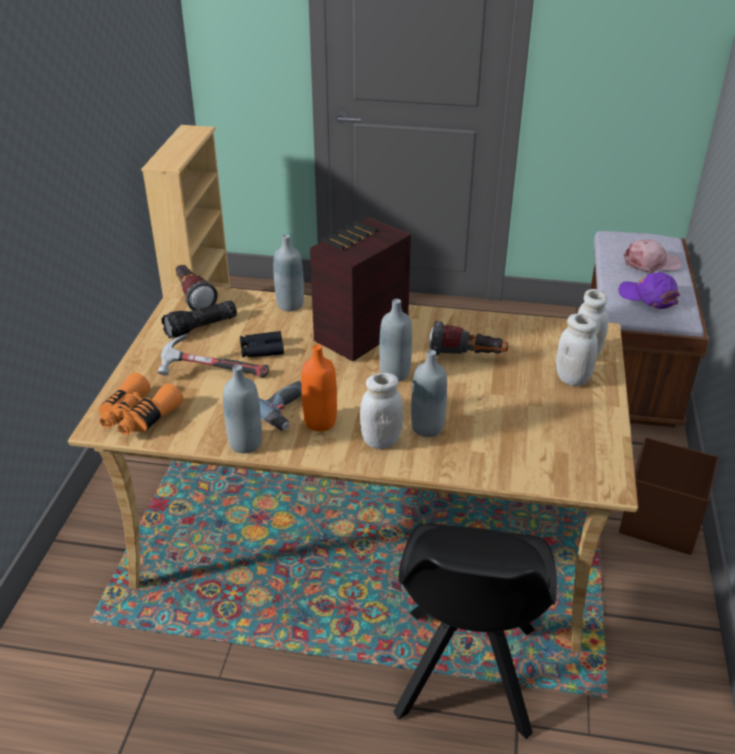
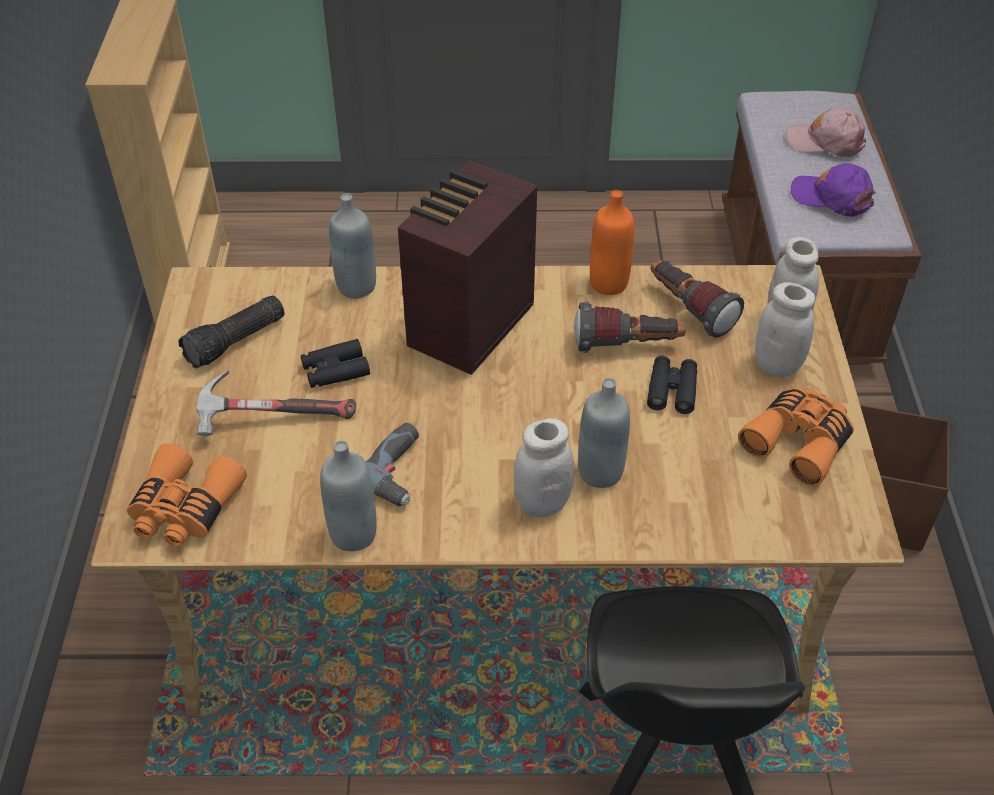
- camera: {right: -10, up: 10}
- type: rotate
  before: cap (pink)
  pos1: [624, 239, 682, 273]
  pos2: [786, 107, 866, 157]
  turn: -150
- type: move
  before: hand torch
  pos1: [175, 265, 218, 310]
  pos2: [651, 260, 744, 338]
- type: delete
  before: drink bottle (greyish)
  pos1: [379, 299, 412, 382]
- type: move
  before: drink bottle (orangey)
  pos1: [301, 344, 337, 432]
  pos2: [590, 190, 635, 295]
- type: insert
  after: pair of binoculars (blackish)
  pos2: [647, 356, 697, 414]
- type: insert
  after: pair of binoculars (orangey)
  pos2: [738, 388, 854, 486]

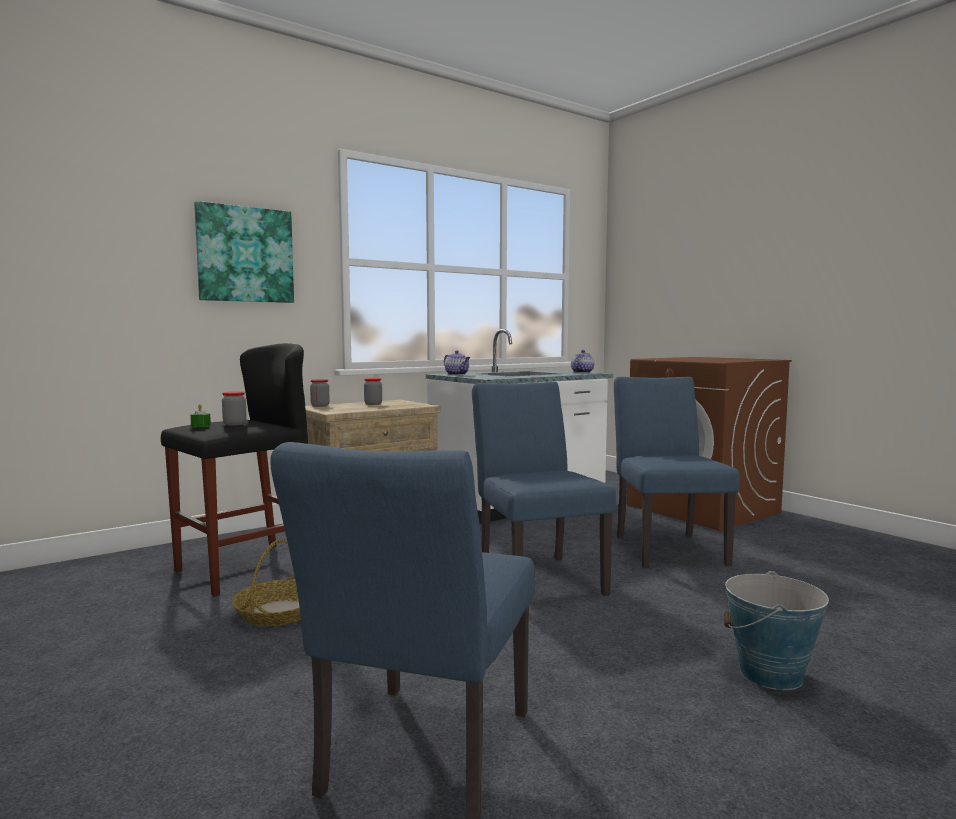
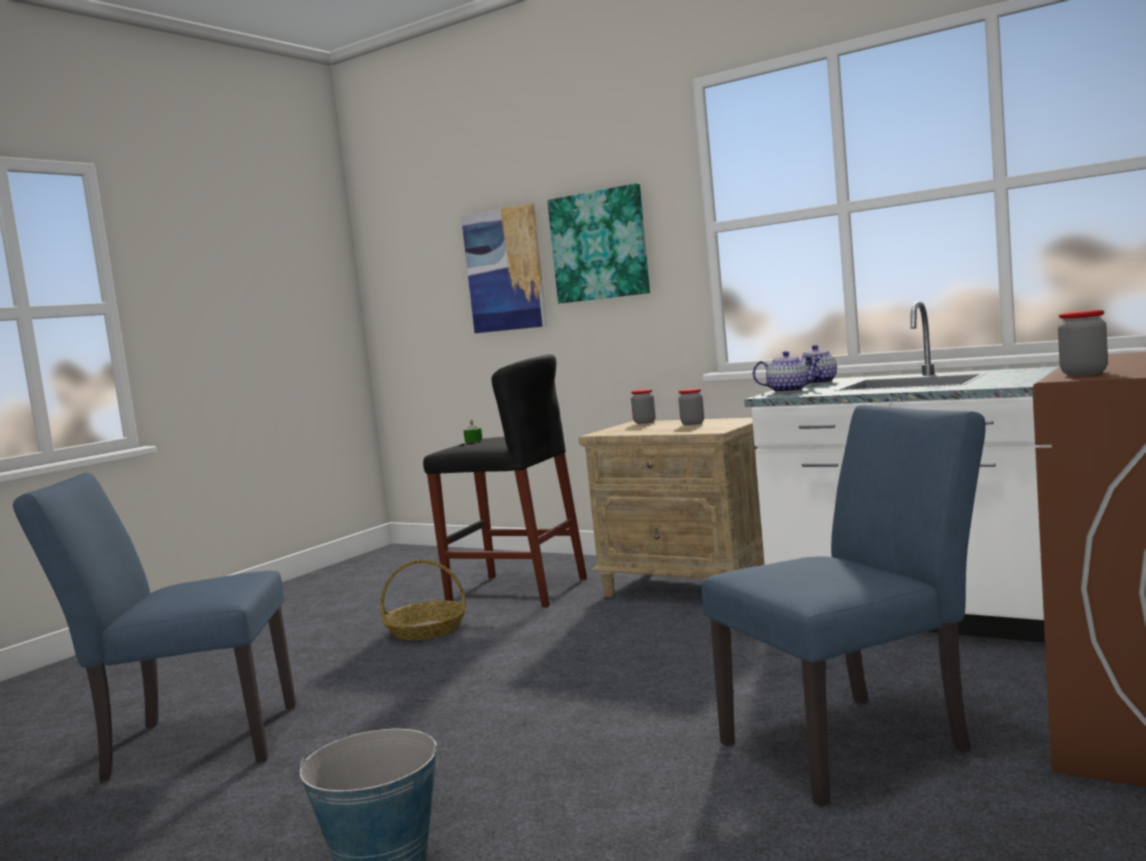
- camera: {right: 70, up: 0}
- type: move
  before: pot for tea
  pos1: [571, 350, 594, 373]
  pos2: [753, 351, 820, 393]
- type: delete
  before: plain chair (bluish)
  pos1: [472, 382, 616, 596]
- type: move
  before: storage jar
  pos1: [222, 391, 247, 426]
  pos2: [1058, 309, 1108, 376]
- type: insert
  after: picture
  pos2: [461, 203, 547, 333]

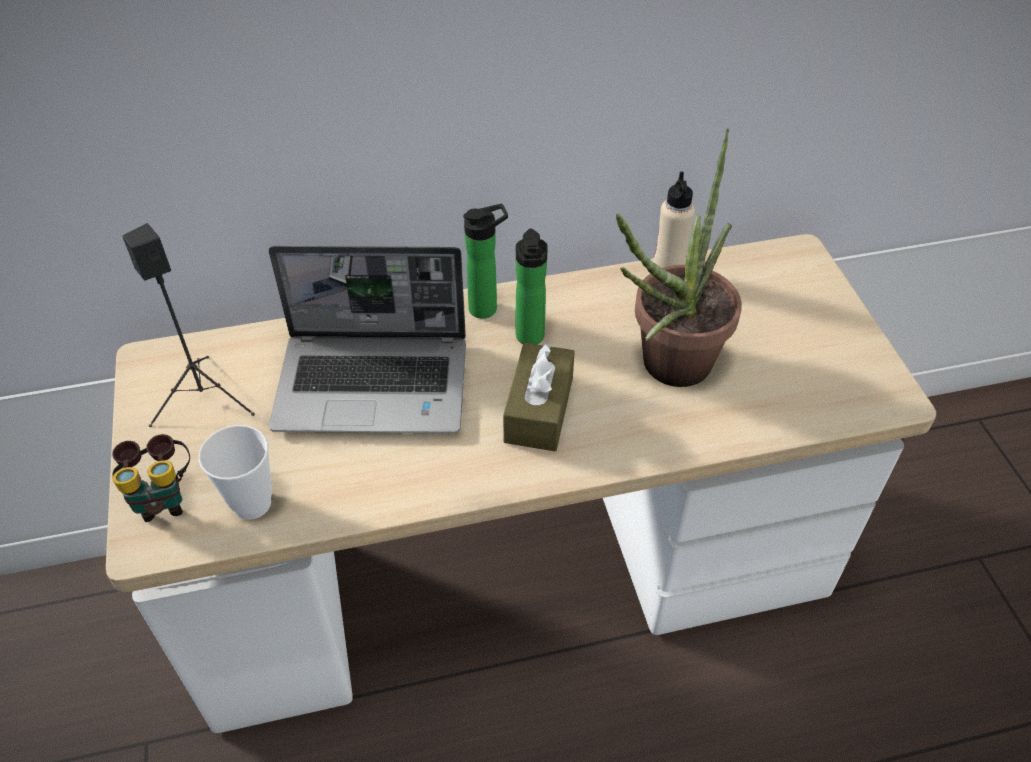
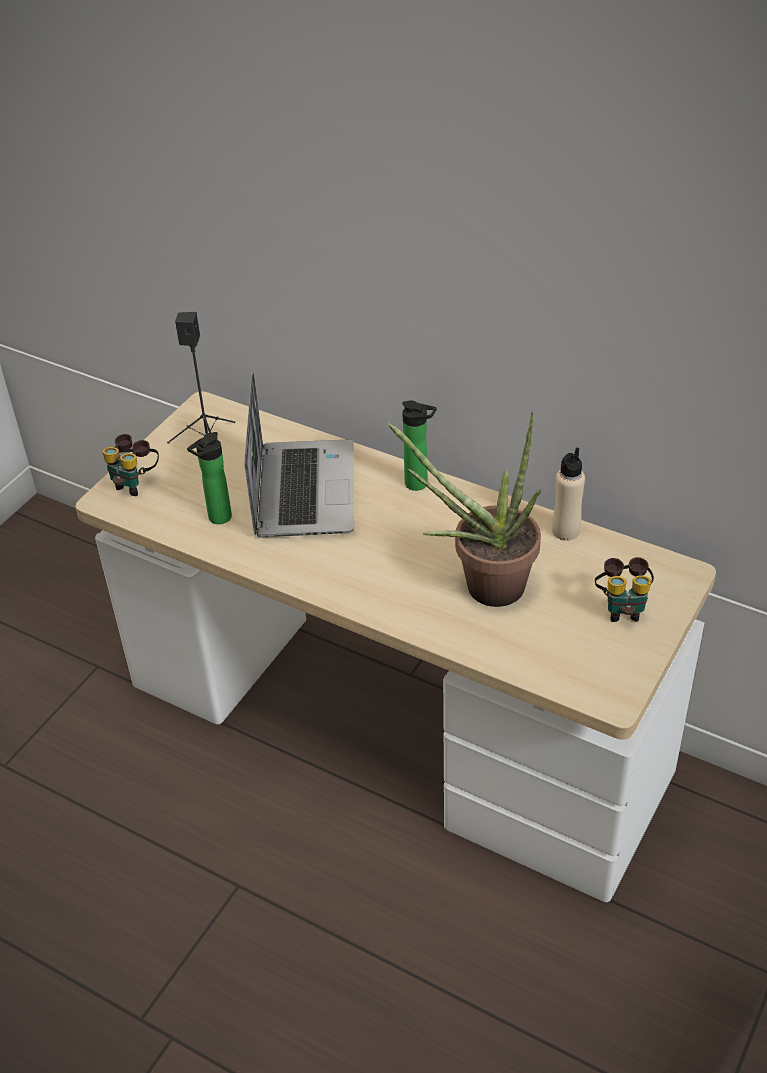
- camera: {right: 45, up: -5}
- type: move
  before: drink bottle
  pos1: [516, 228, 548, 344]
  pos2: [187, 432, 232, 524]
- type: rotate
  before: portable computer
  pos1: [269, 246, 466, 434]
  pos2: [244, 374, 354, 538]
  turn: -135
- type: delete
  before: tissue holder (brownish)
  pos1: [503, 343, 575, 451]
- type: delete
  before: drinking cup
  pos1: [198, 425, 272, 520]
- type: insert
  after: pair of binoculars
  pos2: [595, 557, 654, 622]

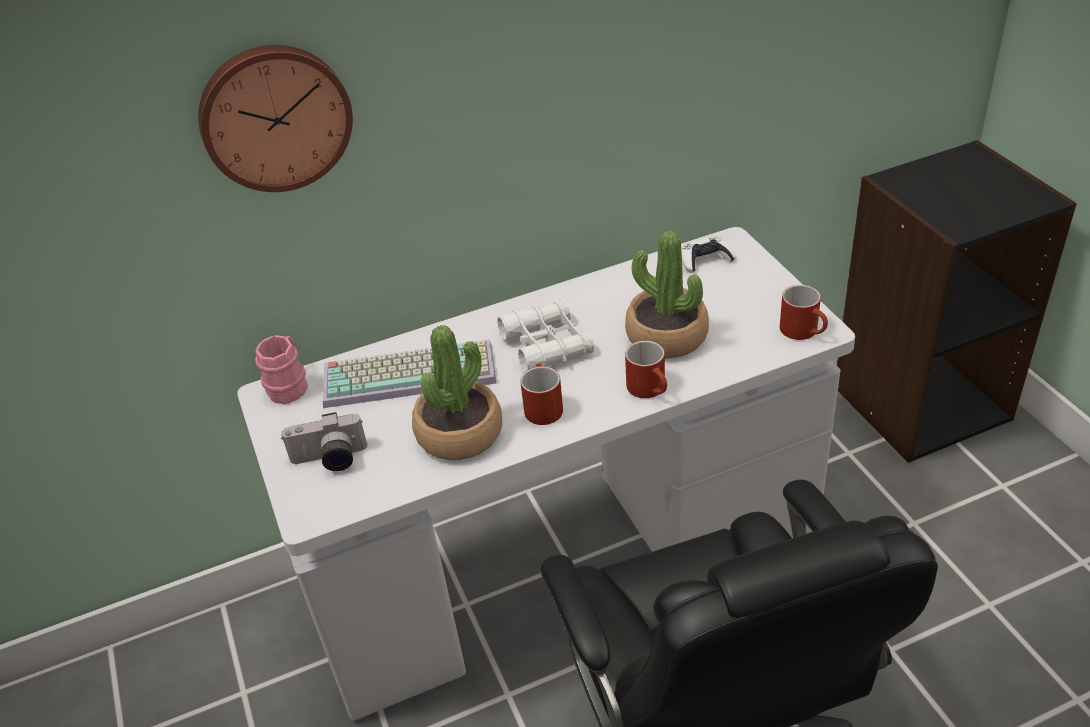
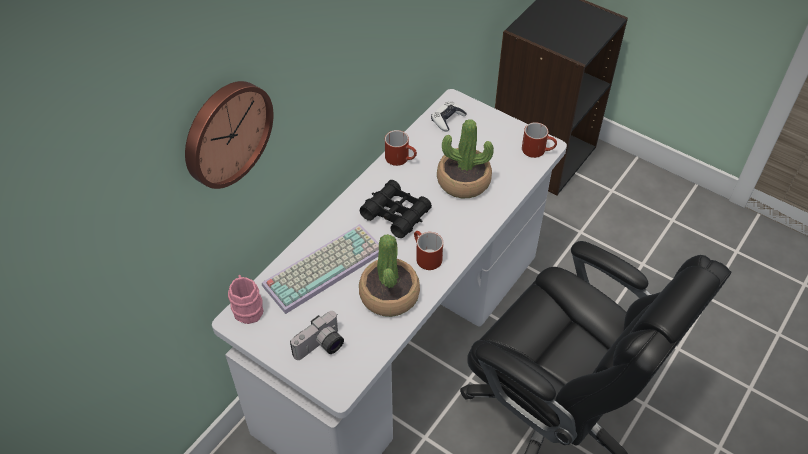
- camera: {right: -35, up: 10}
- type: recolor
  before: pair of binoculars (white-coloured)
  after: pair of binoculars (blackish)
  pos1: [497, 300, 594, 372]
  pos2: [360, 180, 432, 238]
- type: move
  before: mug (red)
  pos1: [625, 341, 667, 398]
  pos2: [385, 130, 417, 166]

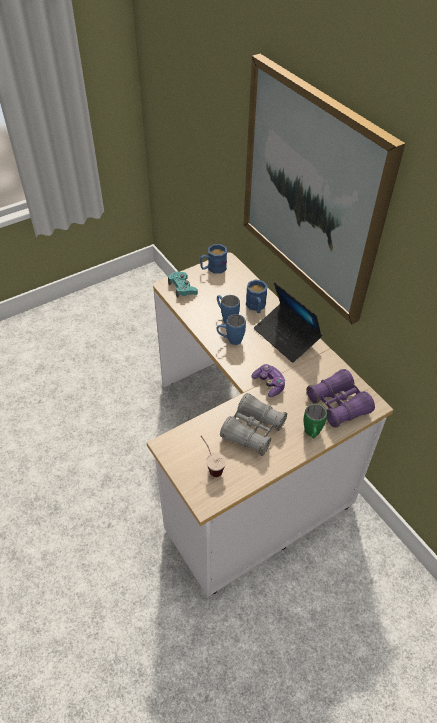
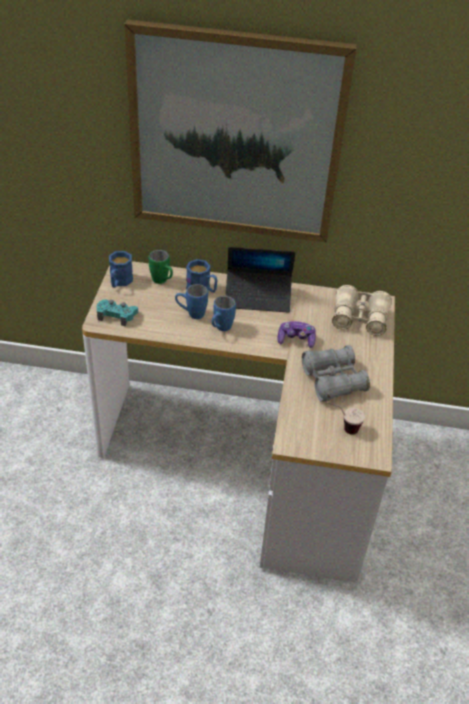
- camera: {right: -50, up: -5}
- type: recolor
  before: pair of binoculars (purplish)
  after: pair of binoculars (sand-coloured)
  pos1: [307, 369, 375, 428]
  pos2: [332, 285, 392, 336]
- type: move
  before: mug (green)
  pos1: [304, 404, 327, 438]
  pos2: [149, 250, 173, 284]

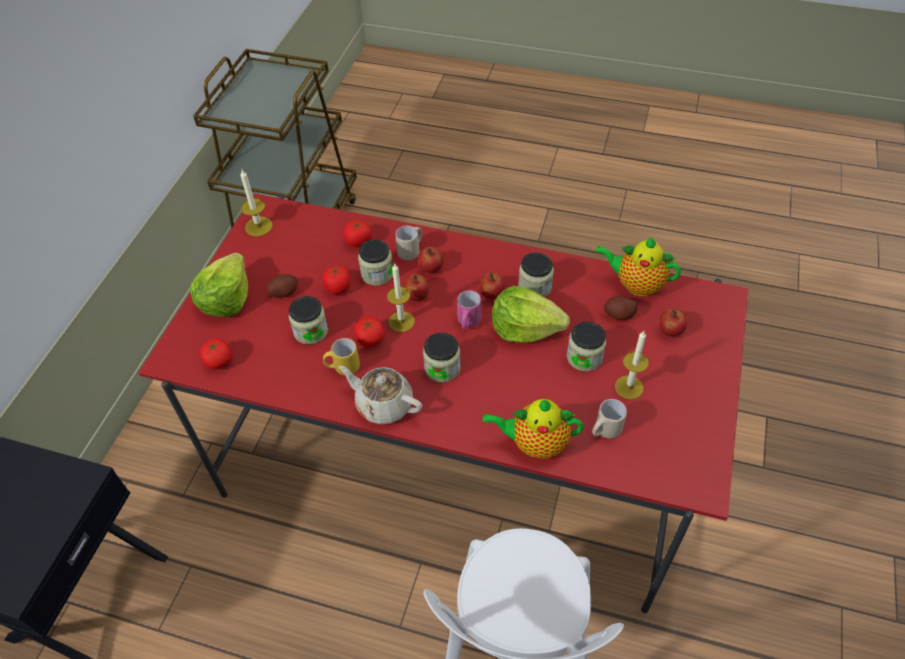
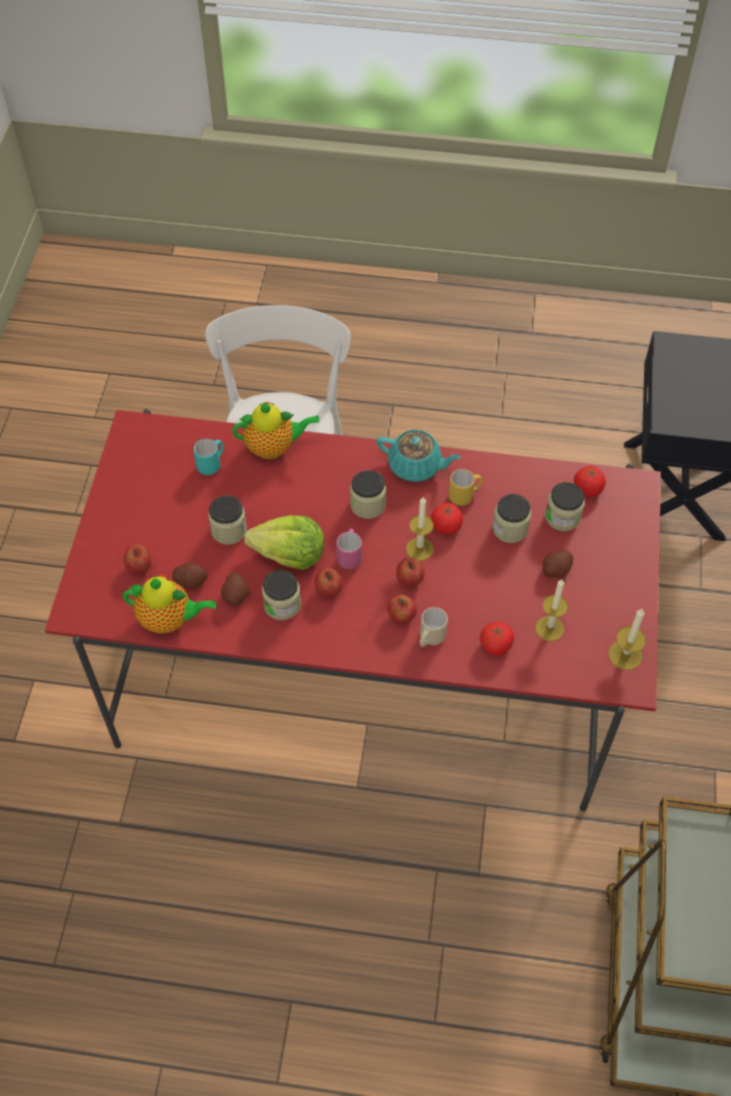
- camera: {right: 170, up: 5}
- type: move
  before: storage jar
  pos1: [358, 239, 393, 286]
  pos2: [545, 482, 585, 531]
- type: delete
  before: lettuce head
  pos1: [190, 253, 248, 317]
- type: delete
  before: whole tomato
  pos1: [323, 265, 351, 294]
- type: move
  before: candle
  pos1: [615, 331, 649, 400]
  pos2: [535, 579, 568, 641]
- type: recolor
  before: pot for tea (sand-coloured)
  after: pot for tea (turquoise-coloured)
  pos1: [338, 366, 422, 424]
  pos2: [376, 430, 461, 482]
- type: recolor
  before: mug (sand-coloured)
  after: mug (turquoise-coloured)
  pos1: [592, 399, 627, 439]
  pos2: [193, 439, 224, 475]
- type: insert
  after: whole potato
  pos2: [221, 573, 249, 606]

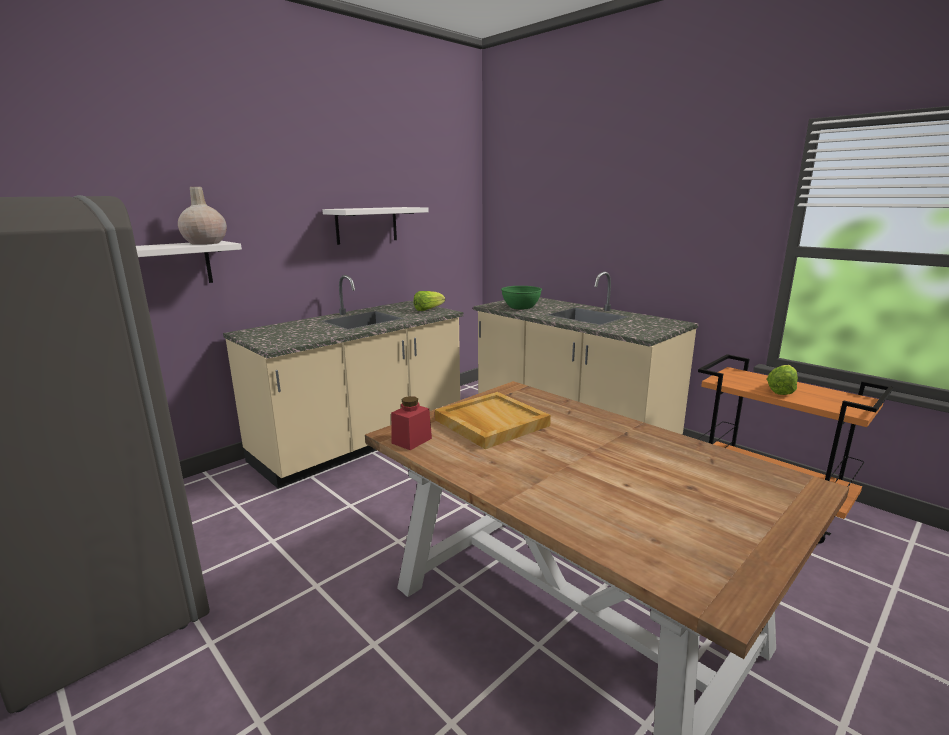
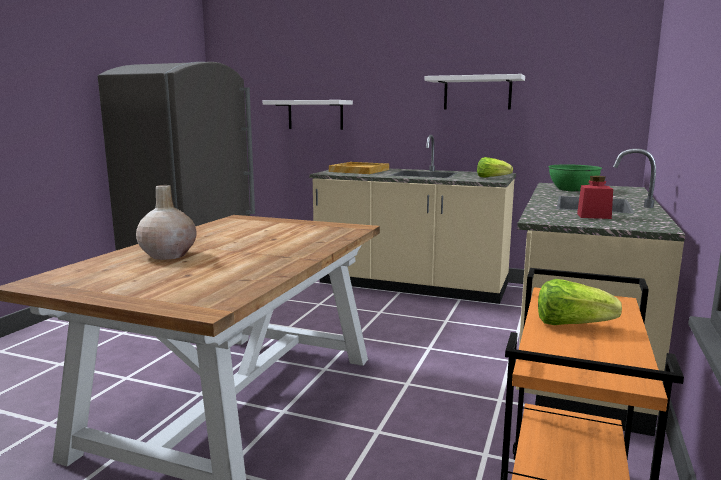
- camera: {right: 65, up: -5}
- type: move
  before: vase (sand-coloured)
  pos1: [178, 187, 227, 245]
  pos2: [136, 185, 197, 260]
- type: move
  before: tray (sand-coloured)
  pos1: [435, 392, 551, 449]
  pos2: [329, 162, 389, 174]
- type: move
  before: storage jar (red)
  pos1: [391, 396, 432, 450]
  pos2: [577, 176, 613, 219]

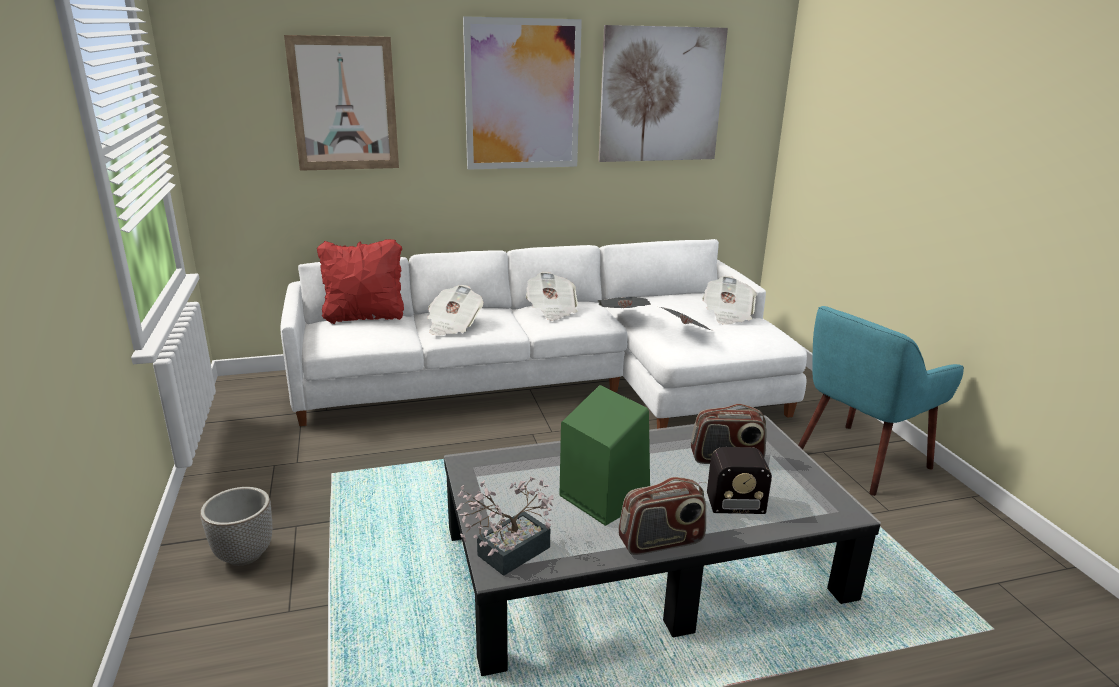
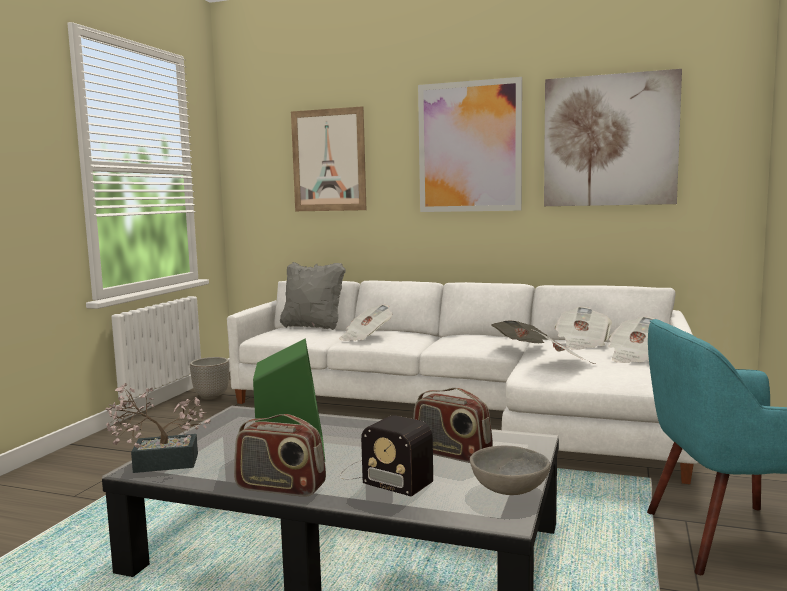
- camera: {right: 35, up: -15}
- type: recolor
  before: cushion (red)
  after: cushion (greyish)
  pos1: [317, 239, 404, 324]
  pos2: [280, 262, 346, 330]
- type: move
  before: newspaper
  pos1: [526, 272, 578, 321]
  pos2: [554, 307, 612, 350]
- type: move
  before: planter
  pos1: [200, 487, 272, 566]
  pos2: [190, 357, 229, 400]
- type: insert
  after: serving bowl (greyish)
  pos2: [470, 446, 550, 495]

